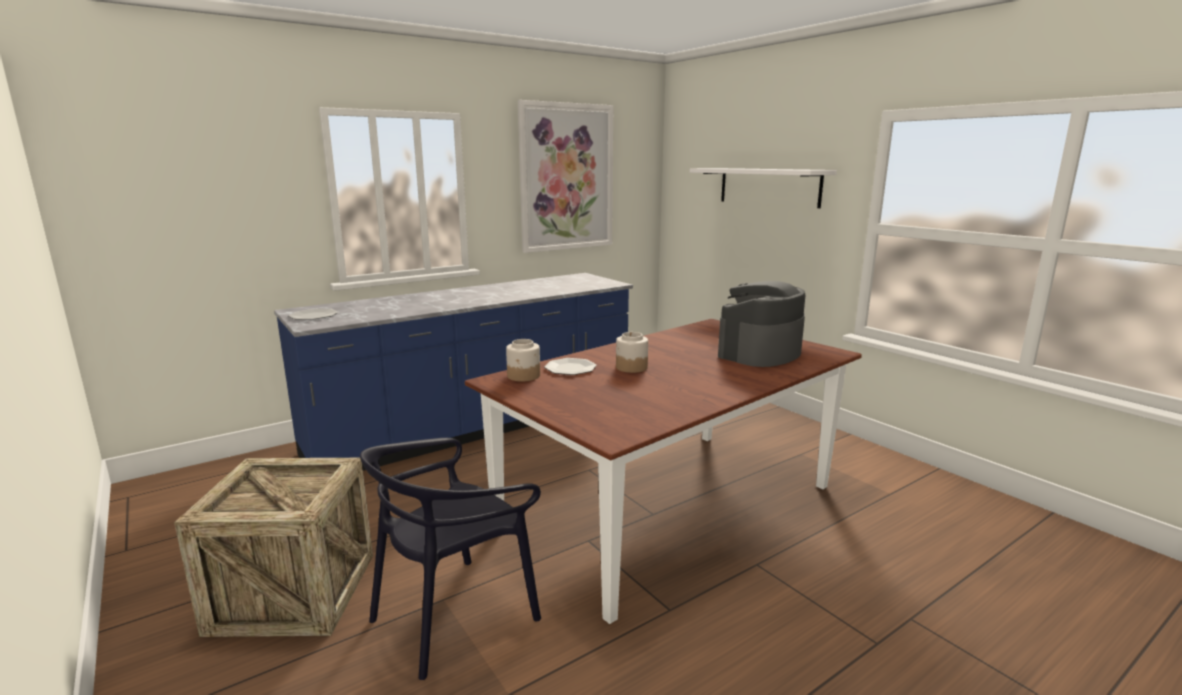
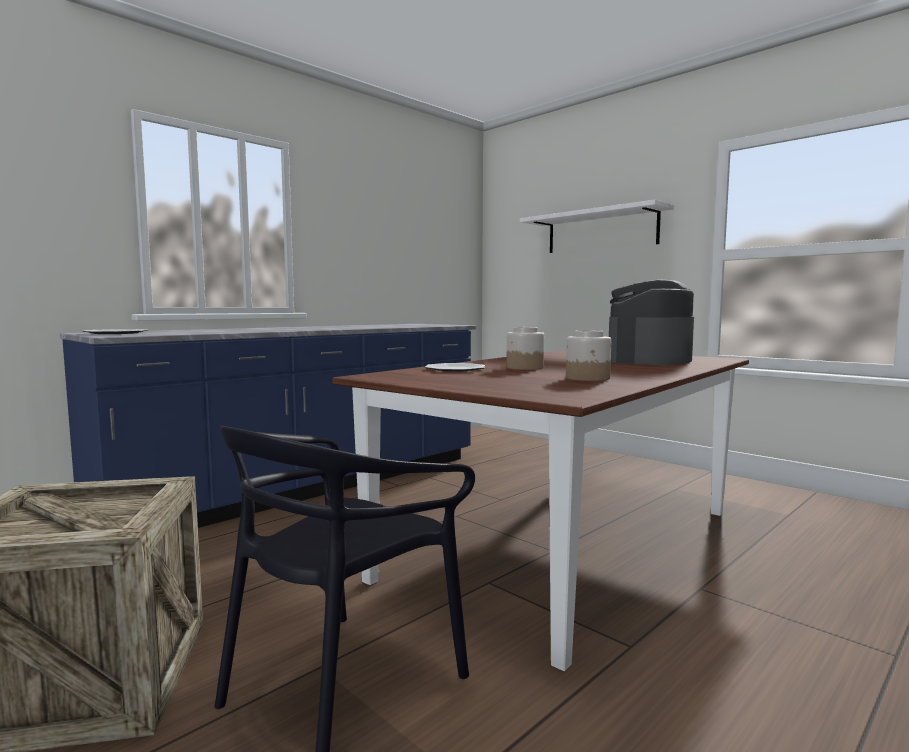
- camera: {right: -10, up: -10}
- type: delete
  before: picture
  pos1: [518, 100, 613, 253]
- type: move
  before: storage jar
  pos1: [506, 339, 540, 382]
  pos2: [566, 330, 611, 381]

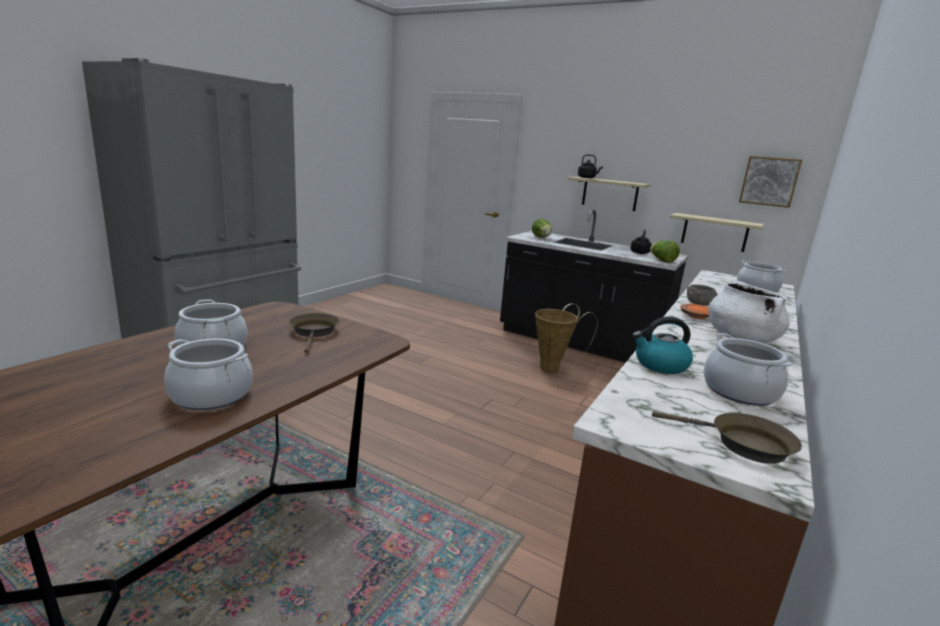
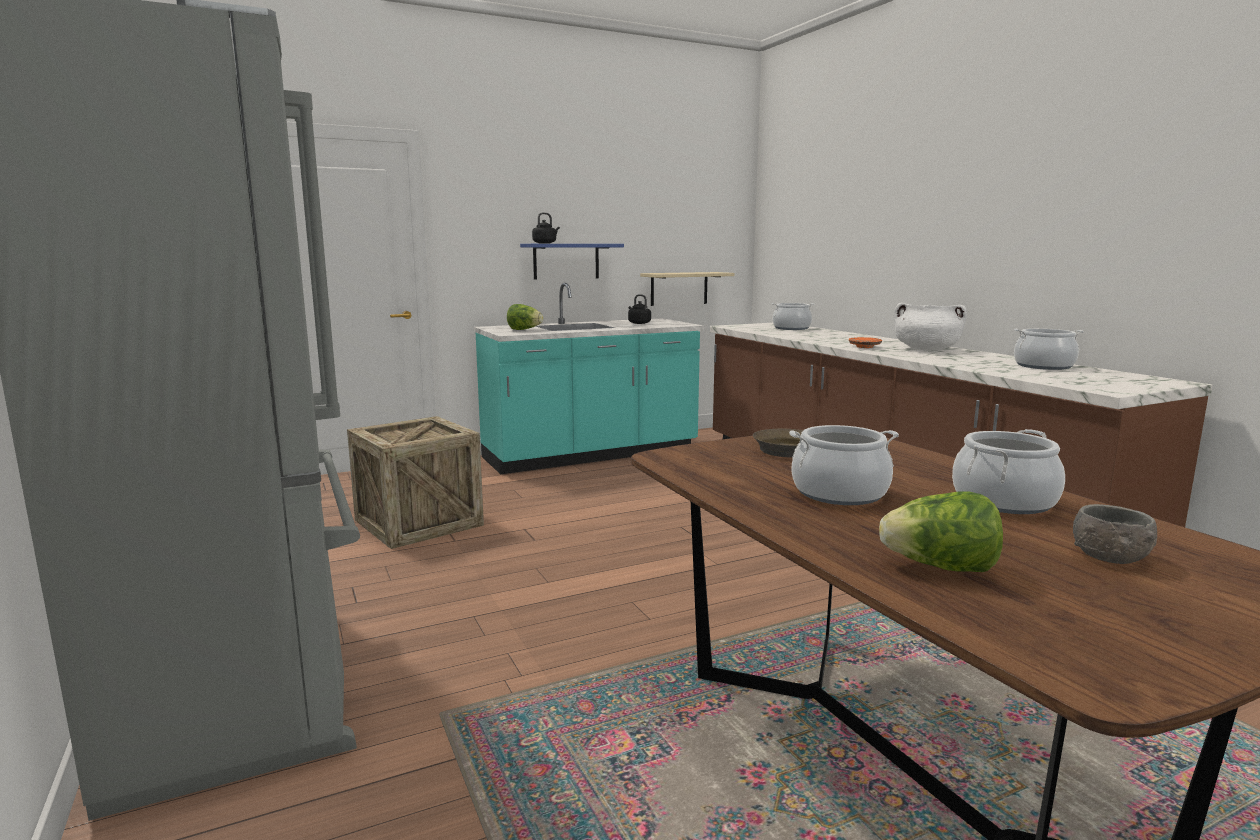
- camera: {right: -55, up: -5}
- type: delete
  before: picture
  pos1: [739, 156, 802, 208]
- type: recolor
  before: wall shelf (sand-coloured)
  after: wall shelf (bluish)
  pos1: [567, 177, 650, 211]
  pos2: [520, 244, 624, 280]
- type: recolor
  before: kitchen counter (blackish)
  after: kitchen counter (turquoise-coloured)
  pos1: [500, 210, 688, 363]
  pos2: [474, 283, 704, 474]
- type: move
  before: lettuce head
  pos1: [650, 241, 680, 263]
  pos2: [879, 491, 1003, 572]
- type: move
  before: serving bowl (greyish)
  pos1: [687, 285, 718, 306]
  pos2: [1073, 504, 1157, 564]
- type: delete
  before: basket
  pos1: [535, 303, 598, 373]
- type: delete
  before: water kettle
  pos1: [632, 317, 693, 374]
- type: delete
  before: skillet (brownish)
  pos1: [652, 411, 802, 464]
- type: insert
  after: packing crate
  pos2: [347, 416, 484, 549]

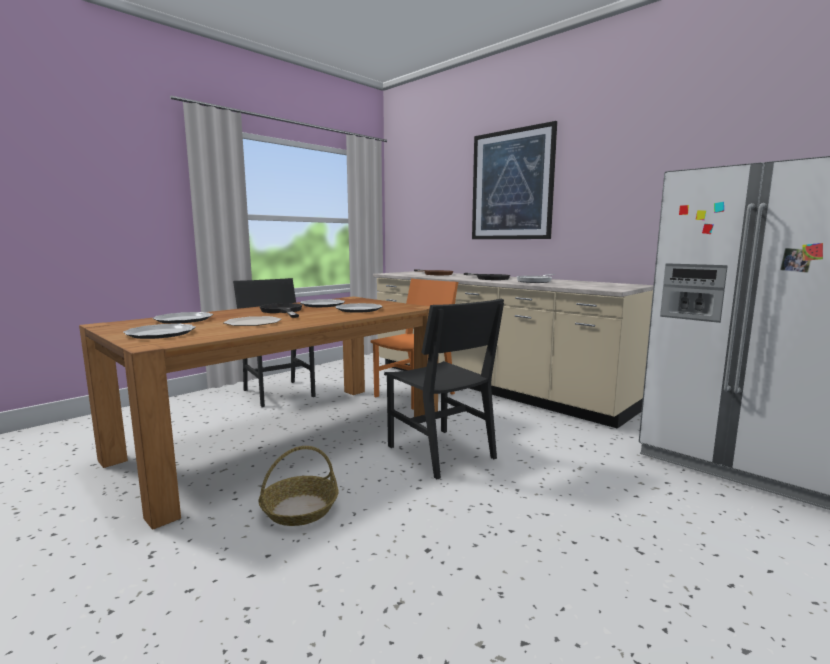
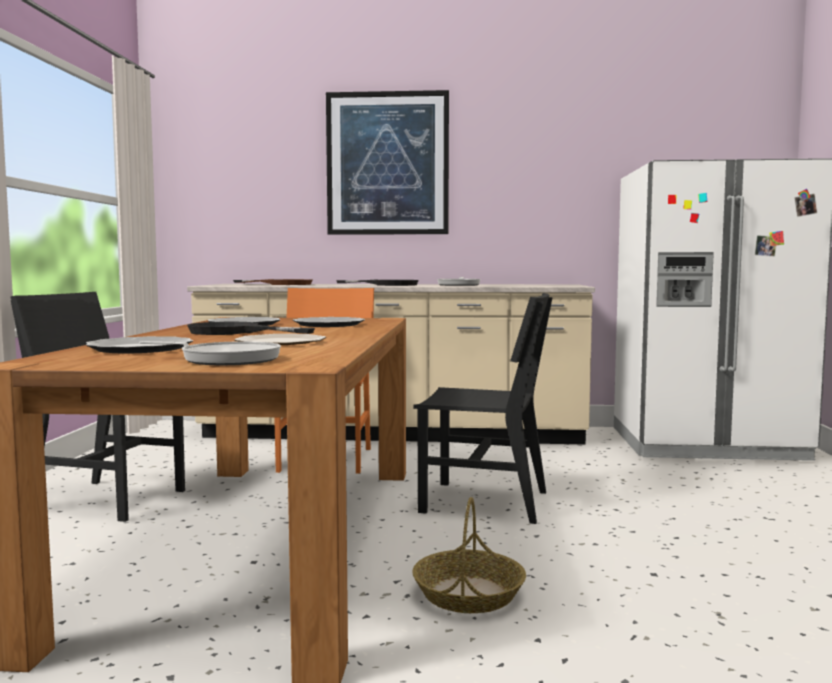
- camera: {right: -40, up: -5}
- type: replace
  before: flat dish
  after: skillet
  pos1: [123, 324, 196, 339]
  pos2: [139, 341, 281, 365]

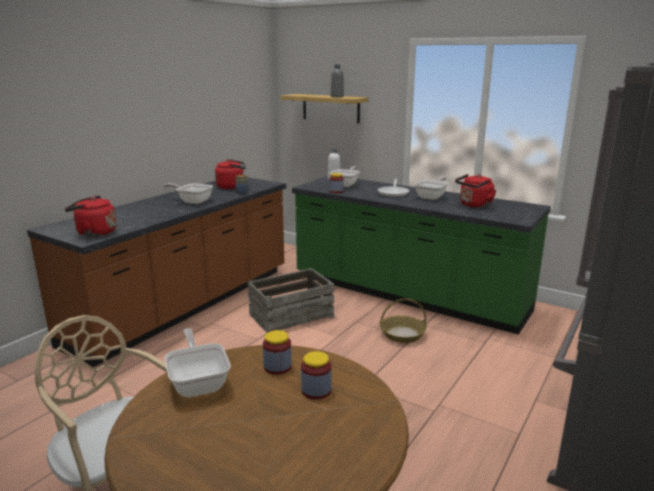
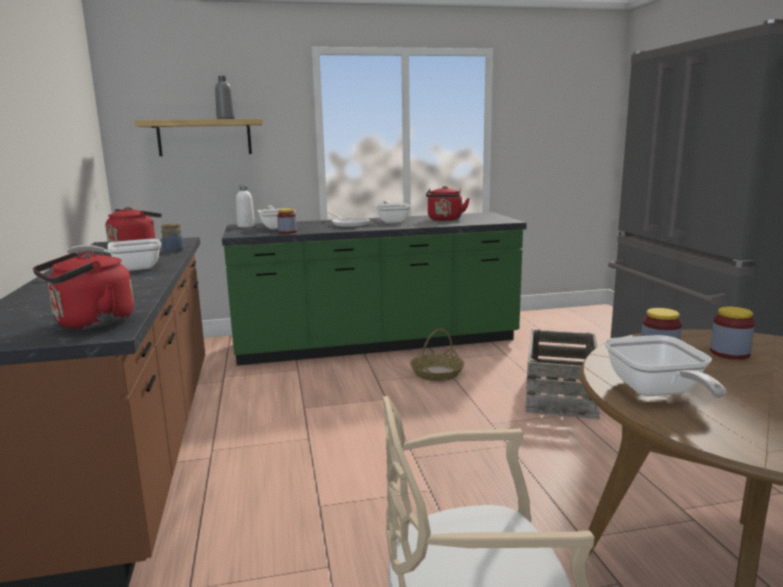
- camera: {right: -45, up: -5}
- type: move
  before: packing crate
  pos1: [248, 268, 335, 333]
  pos2: [525, 329, 599, 419]
- type: rotate
  before: skillet
  pos1: [165, 328, 231, 397]
  pos2: [604, 335, 726, 398]
  turn: -120

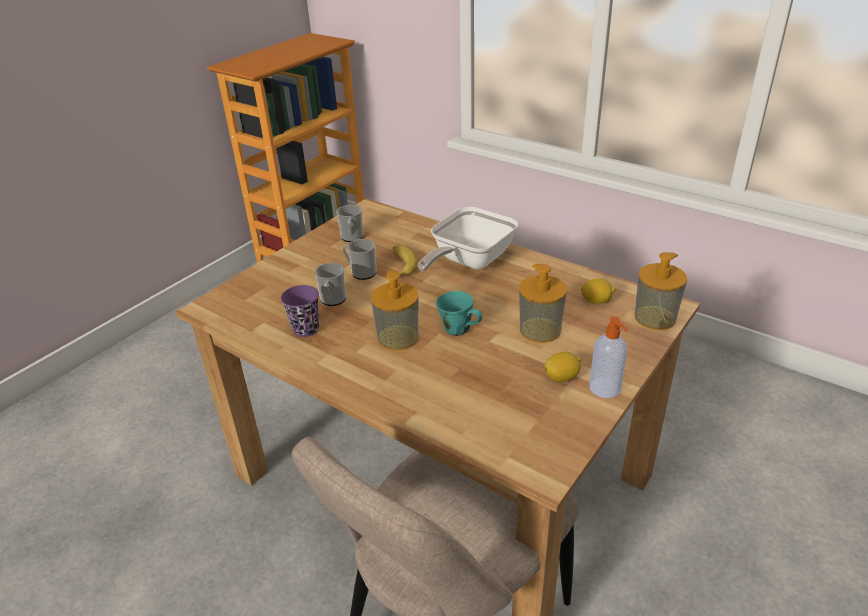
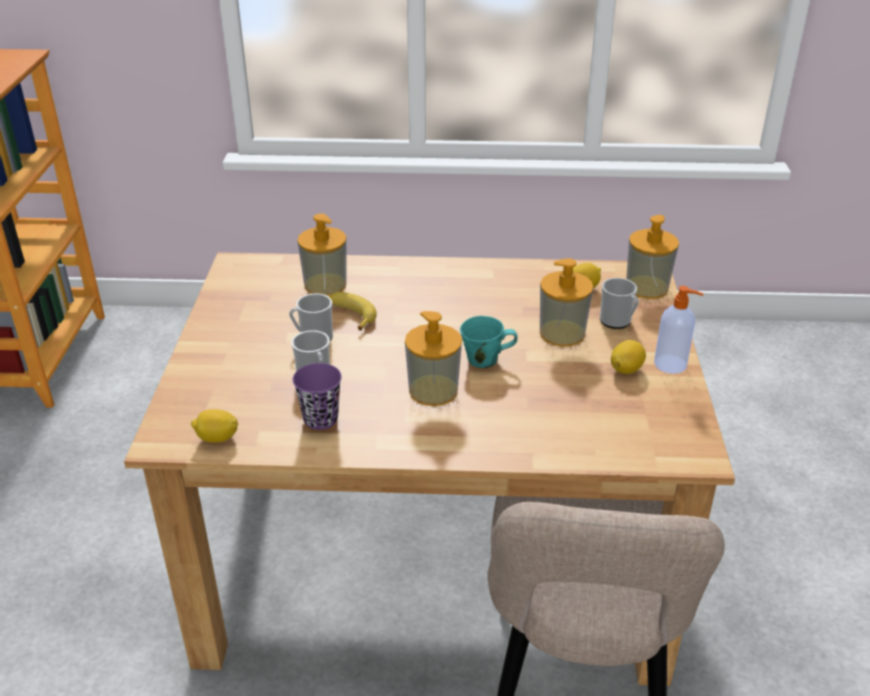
- camera: {right: -35, up: 0}
- type: move
  before: mug
  pos1: [336, 205, 364, 242]
  pos2: [600, 278, 639, 329]
- type: delete
  before: skillet
  pos1: [418, 207, 518, 272]
- type: insert
  after: liquid soap bottle
  pos2: [297, 214, 347, 295]
- type: insert
  after: citrus fruit
  pos2: [191, 409, 238, 443]

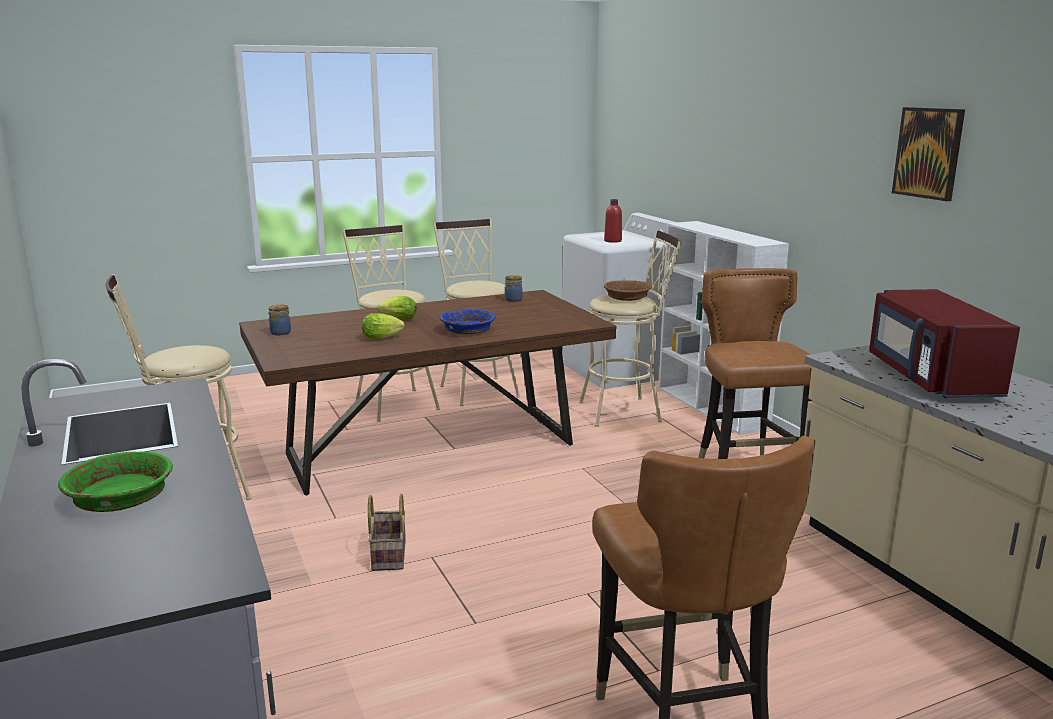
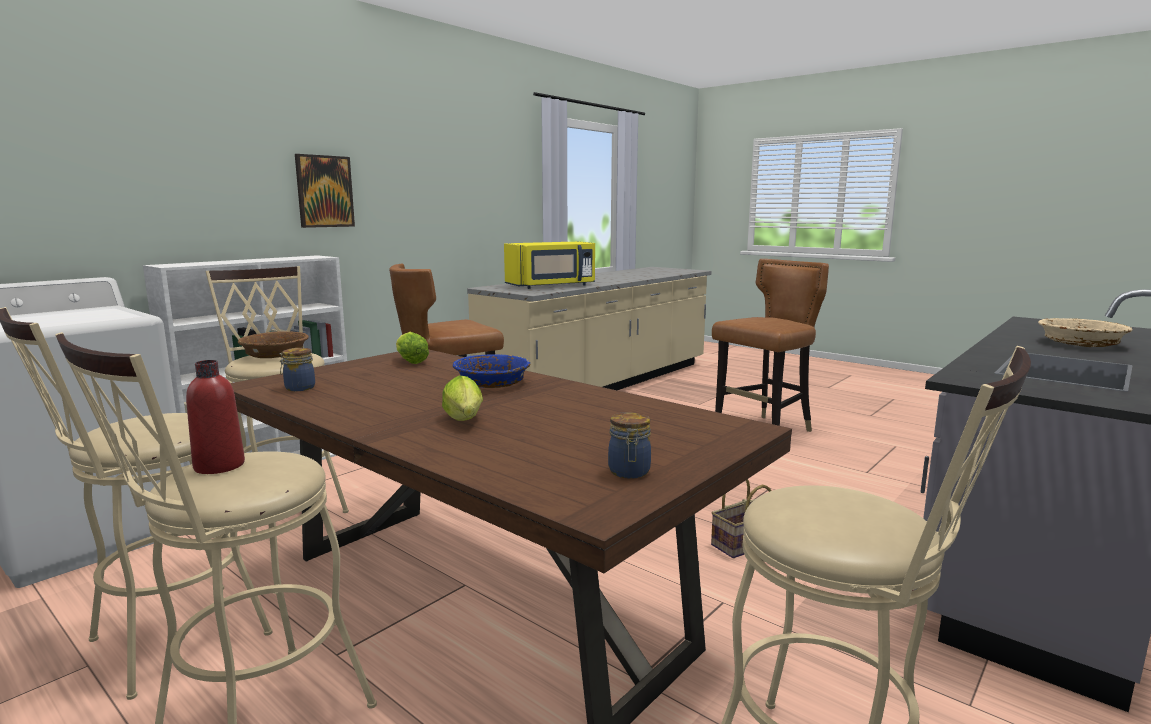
- camera: {right: -115, up: -5}
- type: move
  before: picture
  pos1: [892, 107, 965, 201]
  pos2: [295, 154, 355, 228]
- type: move
  before: drink bottle (red)
  pos1: [604, 199, 622, 243]
  pos2: [186, 360, 245, 474]
- type: recolor
  before: kitchen microwave (red)
  after: kitchen microwave (yellowish)
  pos1: [869, 289, 1020, 398]
  pos2: [504, 241, 595, 289]
- type: move
  before: lettuce head
  pos1: [362, 313, 405, 339]
  pos2: [396, 332, 429, 364]
- type: recolor
  before: serving bowl (green)
  after: serving bowl (sand-coloured)
  pos1: [58, 451, 173, 512]
  pos2: [1038, 318, 1132, 347]

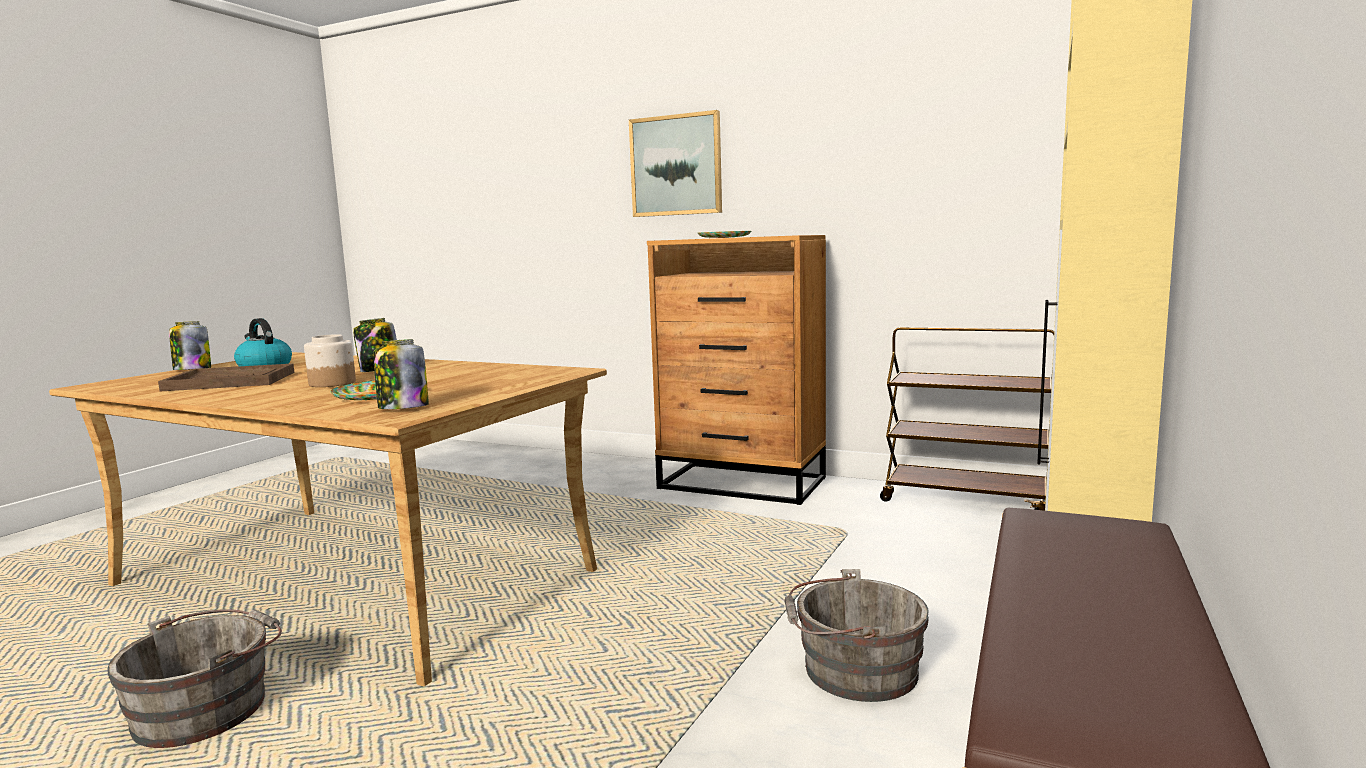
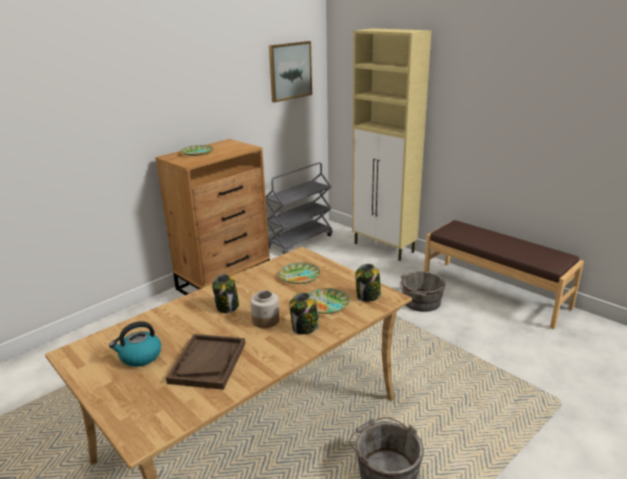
- camera: {right: -70, up: 15}
- type: move
  before: picture
  pos1: [629, 110, 722, 217]
  pos2: [269, 41, 312, 103]
- type: move
  before: storage jar
  pos1: [169, 321, 211, 370]
  pos2: [289, 293, 319, 335]
- type: recolor
  before: wheeled cart (brownish)
  after: wheeled cart (greyish)
  pos1: [880, 327, 1054, 511]
  pos2: [266, 162, 333, 255]
- type: insert
  after: flat dish
  pos2: [279, 262, 320, 284]

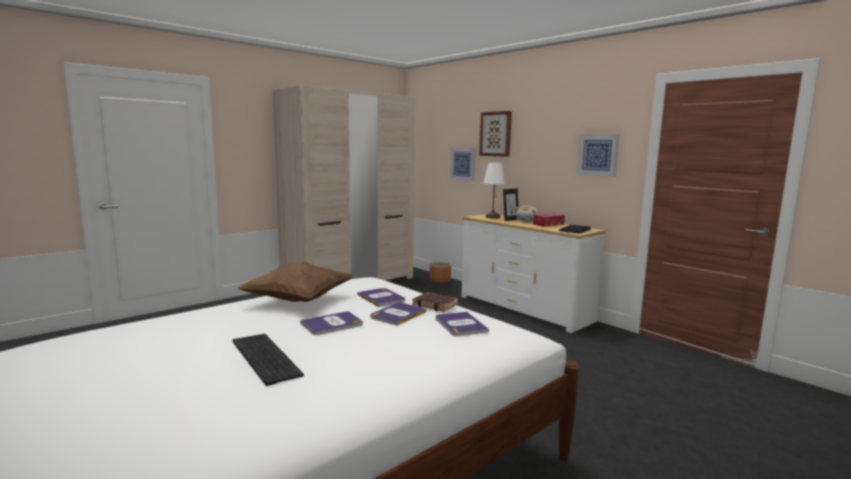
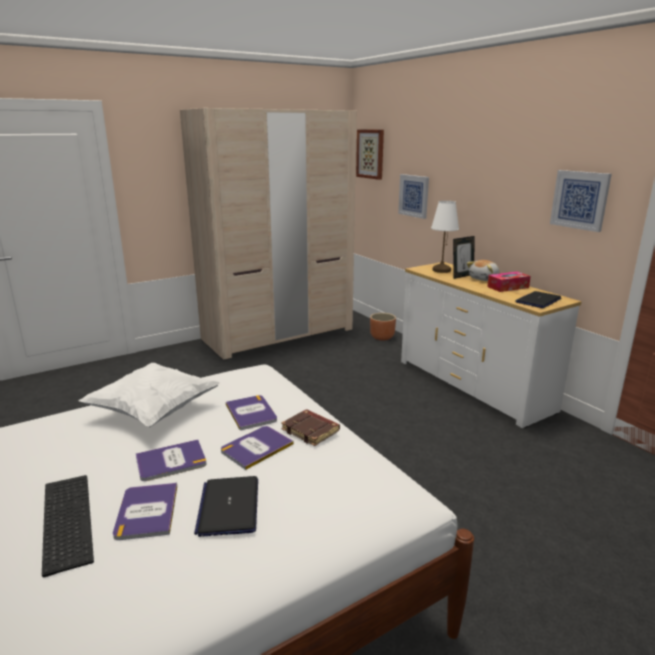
- camera: {right: 10, up: 10}
- type: move
  before: picture
  pos1: [479, 111, 512, 157]
  pos2: [356, 129, 384, 180]
- type: recolor
  before: cushion (brownish)
  after: cushion (white-coloured)
  pos1: [238, 262, 353, 302]
  pos2: [79, 363, 220, 427]
- type: move
  before: bound book
  pos1: [436, 312, 489, 336]
  pos2: [113, 483, 177, 540]
- type: insert
  after: portable computer
  pos2: [194, 476, 258, 537]

